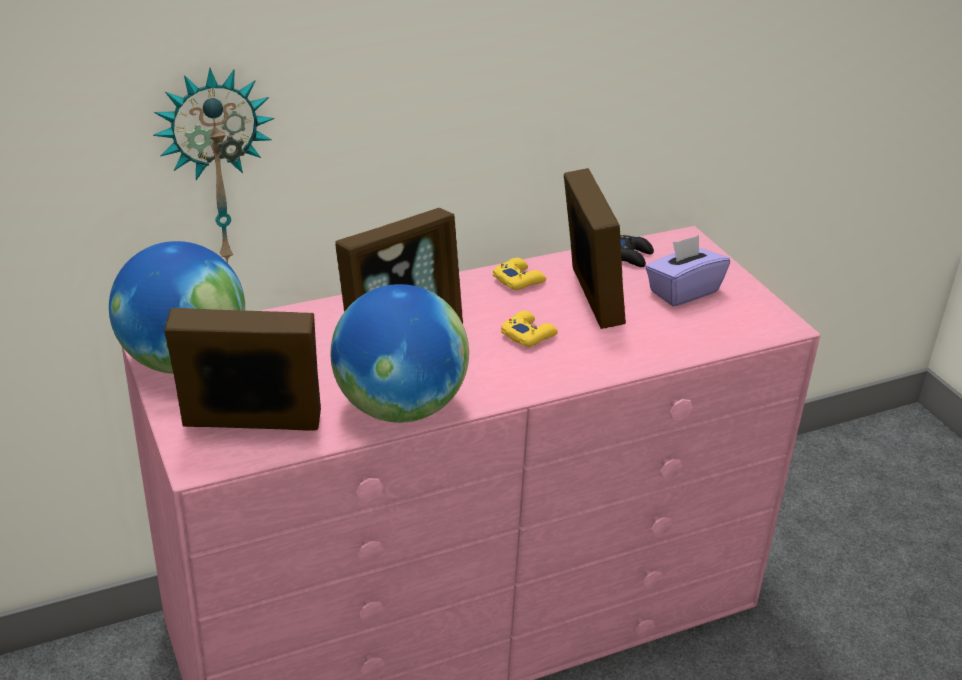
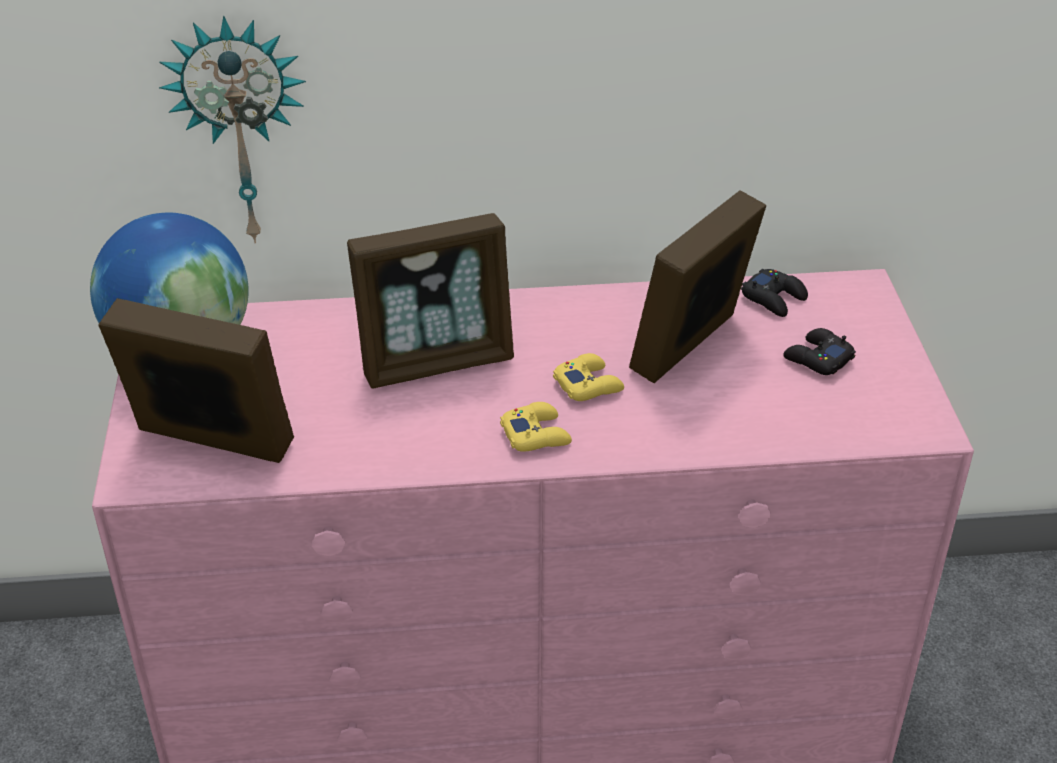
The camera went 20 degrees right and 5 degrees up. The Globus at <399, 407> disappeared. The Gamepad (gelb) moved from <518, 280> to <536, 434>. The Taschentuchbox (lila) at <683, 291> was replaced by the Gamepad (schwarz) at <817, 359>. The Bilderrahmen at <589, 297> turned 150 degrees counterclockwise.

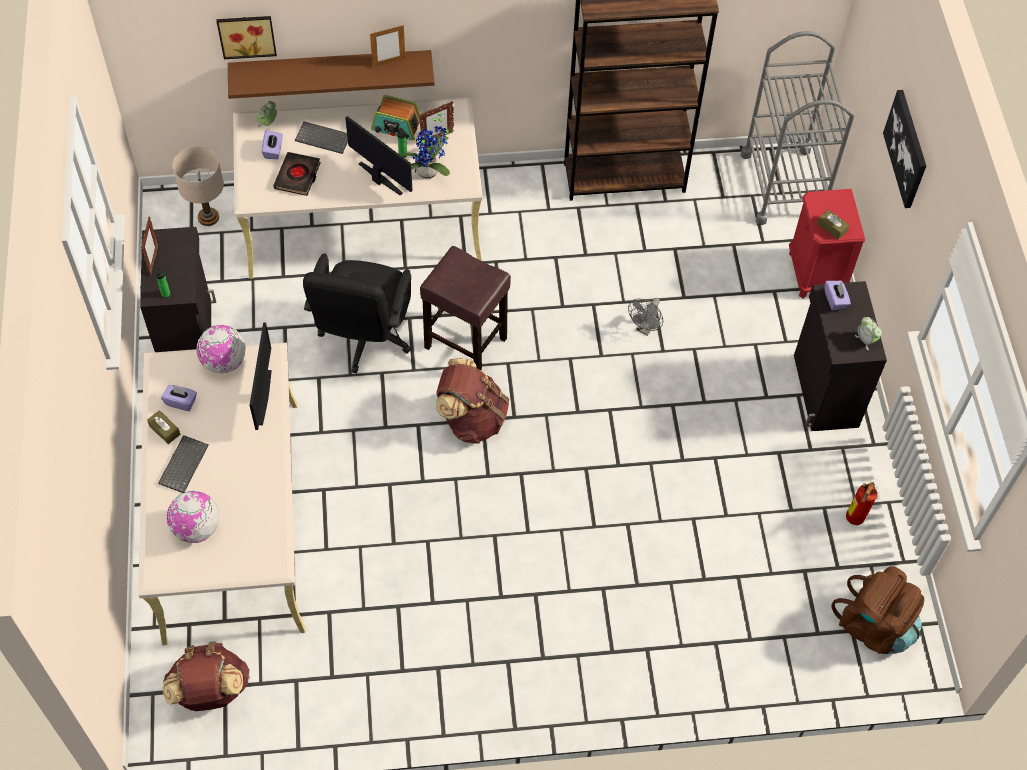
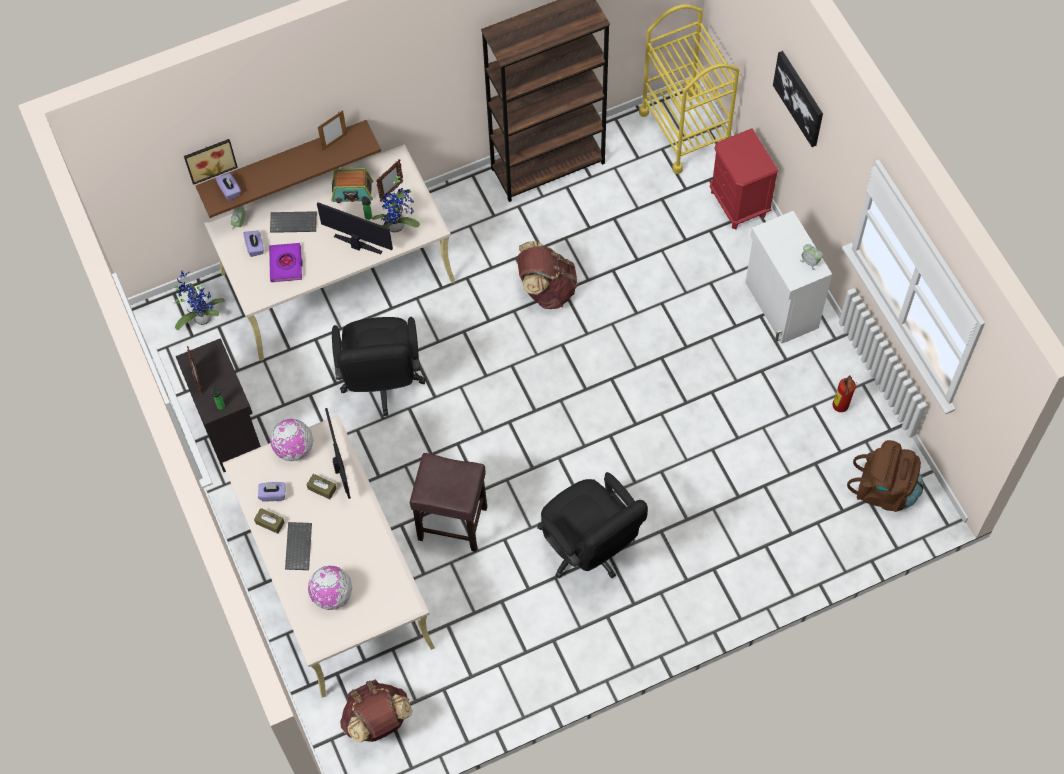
The camera went 15 degrees left and 5 degrees up. The Ventilator (grau) at <645, 328> disappeared. The Bürostuhl (schwarz) at <589, 549> appeared. The Hocker (braun) moved from <467, 343> to <454, 523>. The Rucksack (braun) moved from <472, 419> to <546, 289>. The Taschentuchbox (braun) moved from <832, 228> to <322, 488>. The Taschentuchbox (lila) moved from <835, 300> to <230, 191>. The Tischlampe (beige) at <208, 217> was replaced by the Topfpflanze at <201, 316>. The Buch (schwarz) at <298, 176> became the Buch (lila) at <286, 264>. The Rollwagen (grau) at <783, 185> became the Rollwagen (gelb) at <685, 131>. The Schrank (schwarz) at <824, 391> became the Schrank (weiß) at <780, 306>.

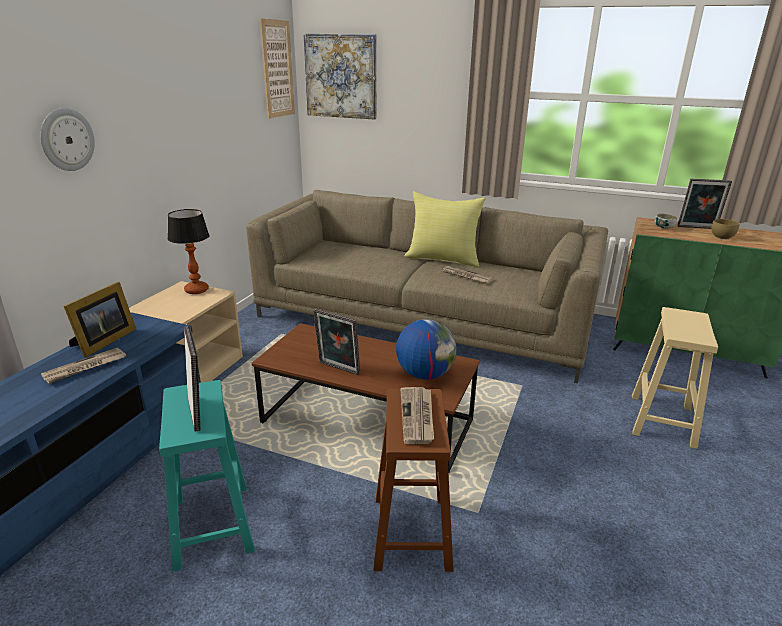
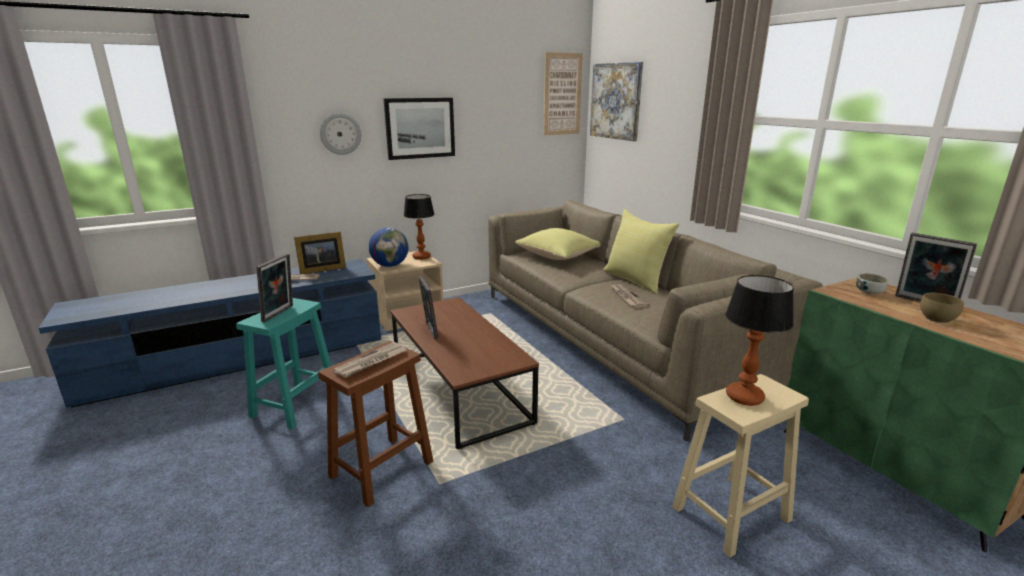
The camera went 40 degrees right and 5 degrees down. The Bild at <420, 128> appeared. The Kissen (gelb) at <559, 257> appeared. The Tischlampe at <744, 397> appeared. The Globus moved from <425, 374> to <390, 265>.

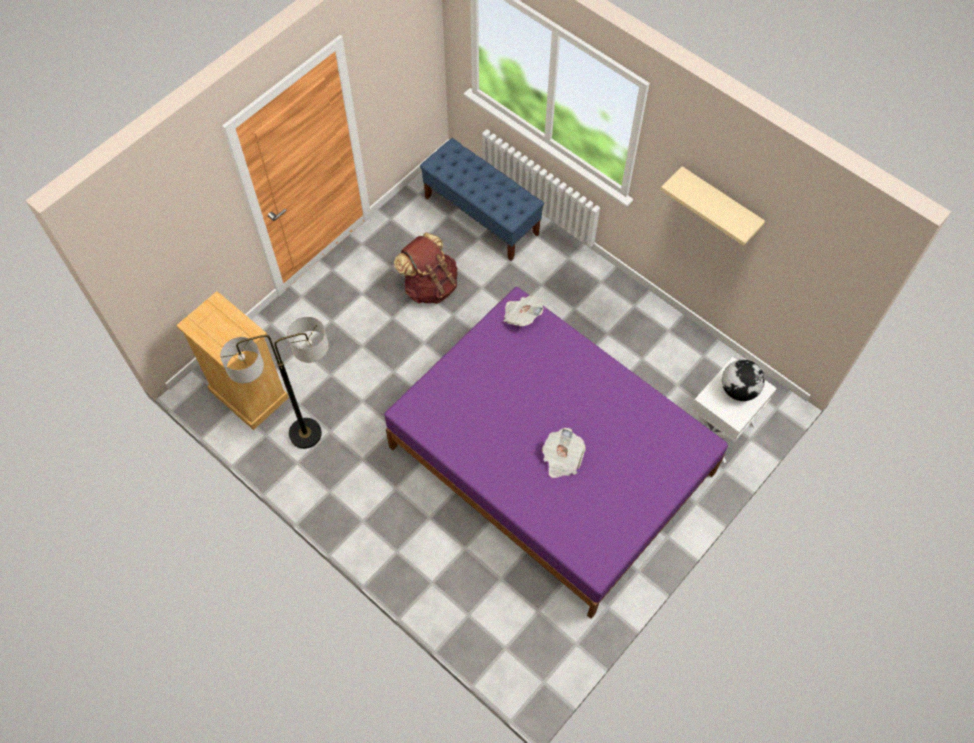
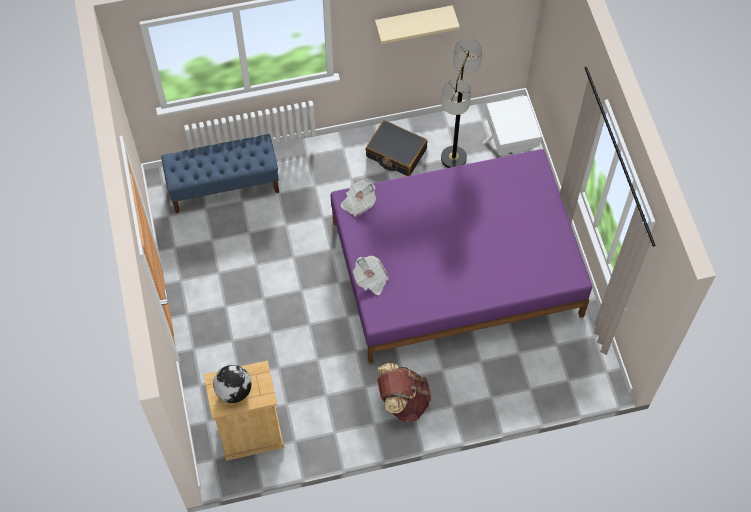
The camera went 55 degrees left and 0 degrees up. The Koffer (schwarz) at <396, 153> appeared. The Stehlampe moved from <305, 434> to <453, 158>. The Rucksack (braun) moved from <430, 286> to <402, 401>. The Zeitung moved from <561, 459> to <371, 280>. The Globus moved from <739, 389> to <234, 390>.

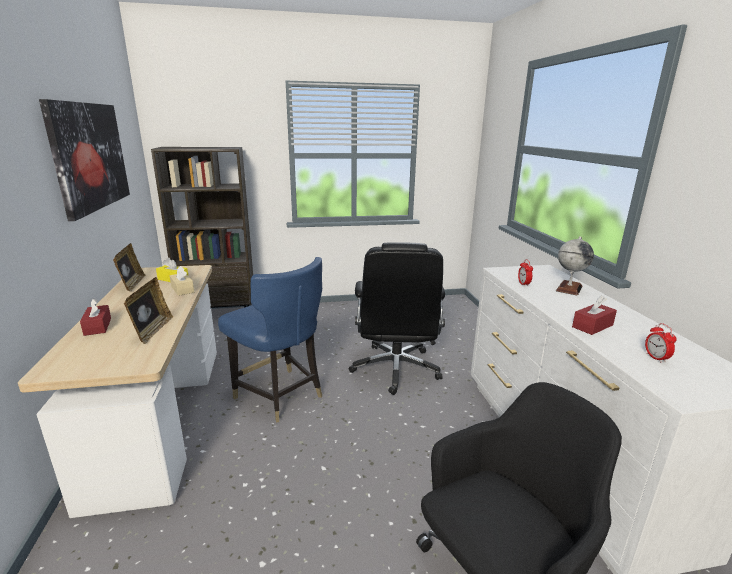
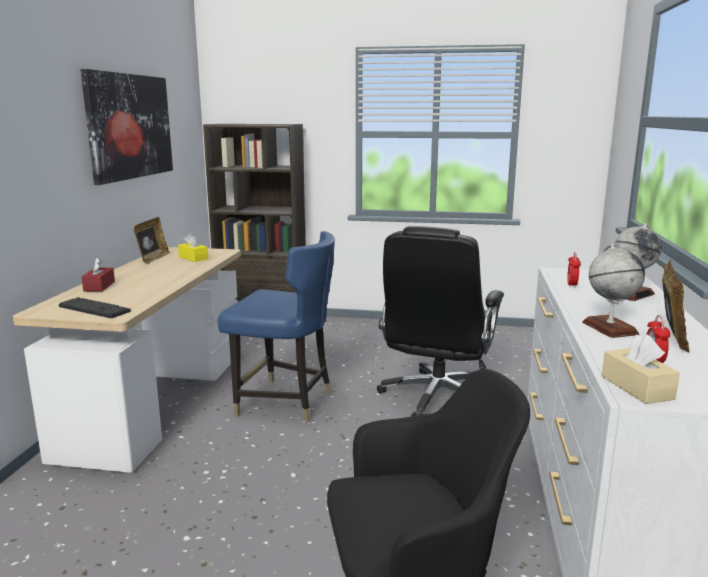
The camera went 20 degrees right and 5 degrees down. The Tastatur at <94, 309> appeared. The Bilderrahmen moved from <152, 331> to <670, 337>. The Taschentuchbox (beige) moved from <182, 289> to <636, 387>. The Taschentuchbox (rot) at <592, 326> was replaced by the Globus at <609, 328>. The Stuhl (blau) at <280, 395> turned 45 degrees counterclockwise.

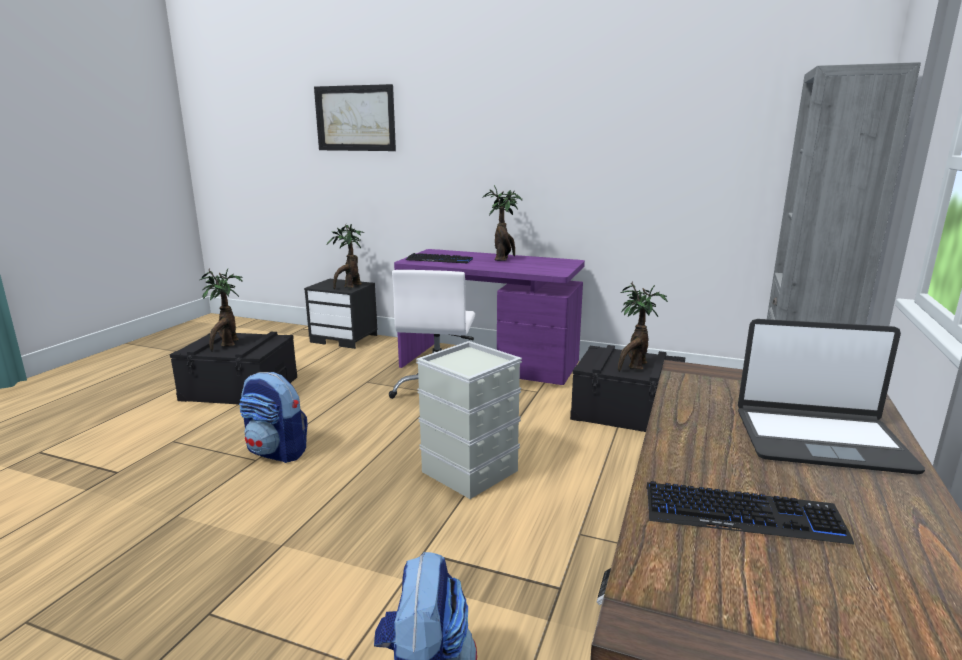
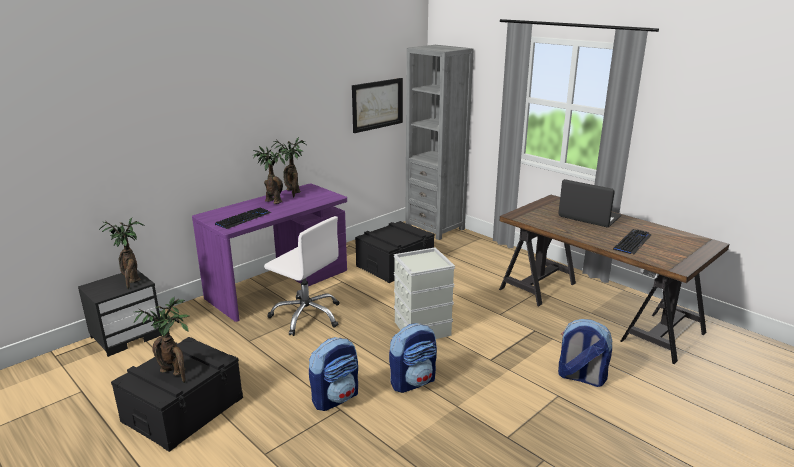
The camera went 65 degrees left and 5 degrees up. The Rucksack at <413, 381> appeared. The Bild moved from <355, 118> to <377, 104>. The Topfpflanze moved from <634, 367> to <293, 192>. The Laptop at <819, 440> turned 90 degrees counterclockwise.

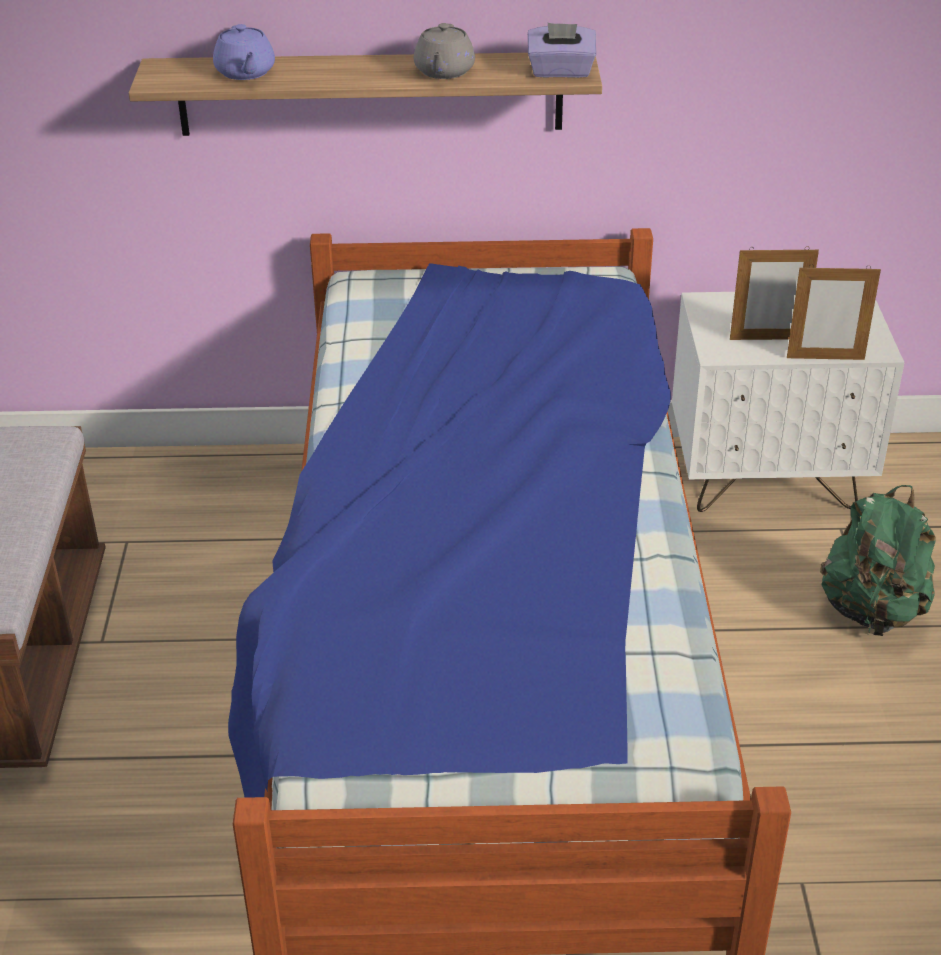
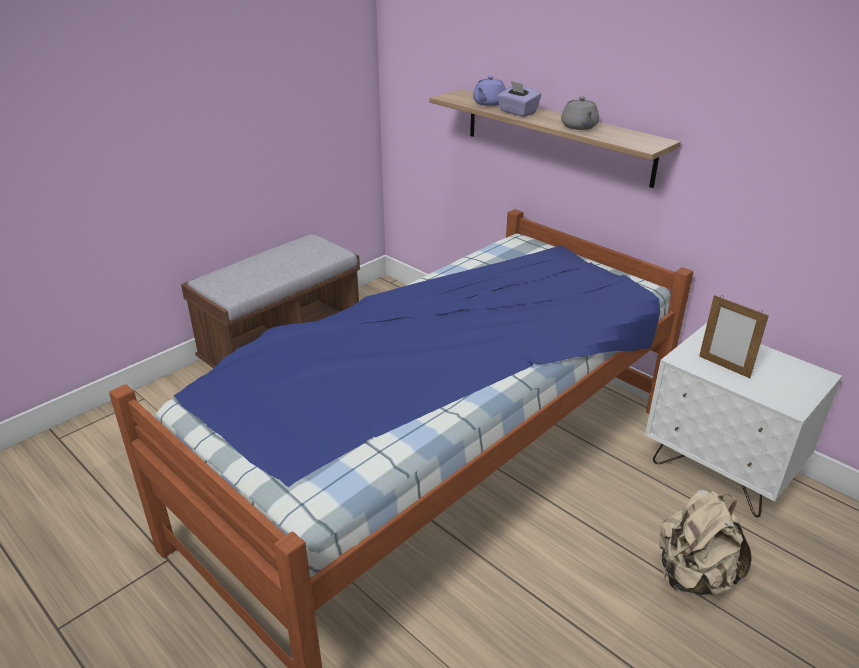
The camera went 45 degrees right and 5 degrees down. The Bilderrahmen at <825, 358> disappeared. The Taschentuchbox (lila) moved from <561, 72> to <517, 112>. The Rucksack (grün) at <872, 611> became the Rucksack (beige) at <693, 576>. The Teekanne (grau) at <444, 72> turned 60 degrees counterclockwise.

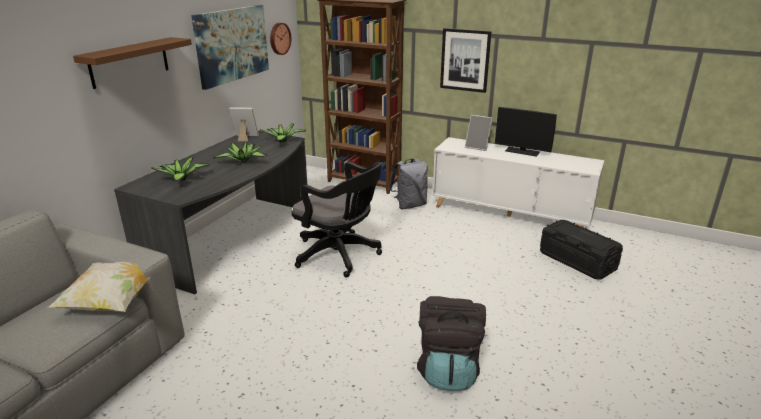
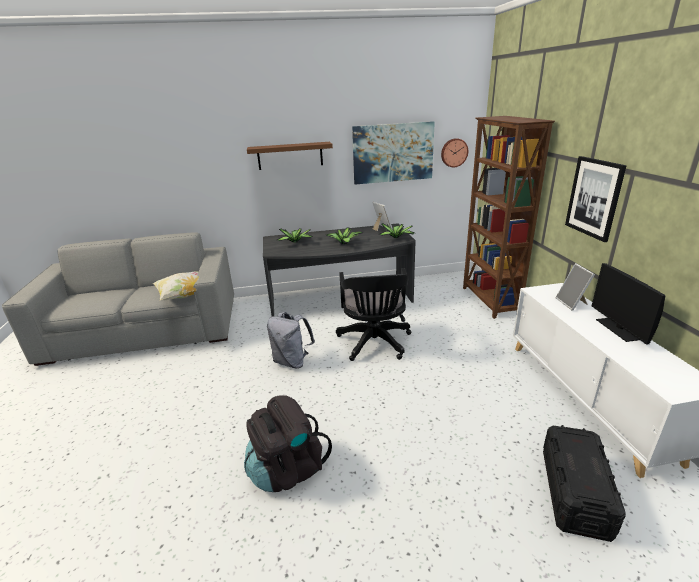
The camera went 55 degrees right and 0 degrees up. The Rucksack (grau) moved from <409, 205> to <292, 361>.

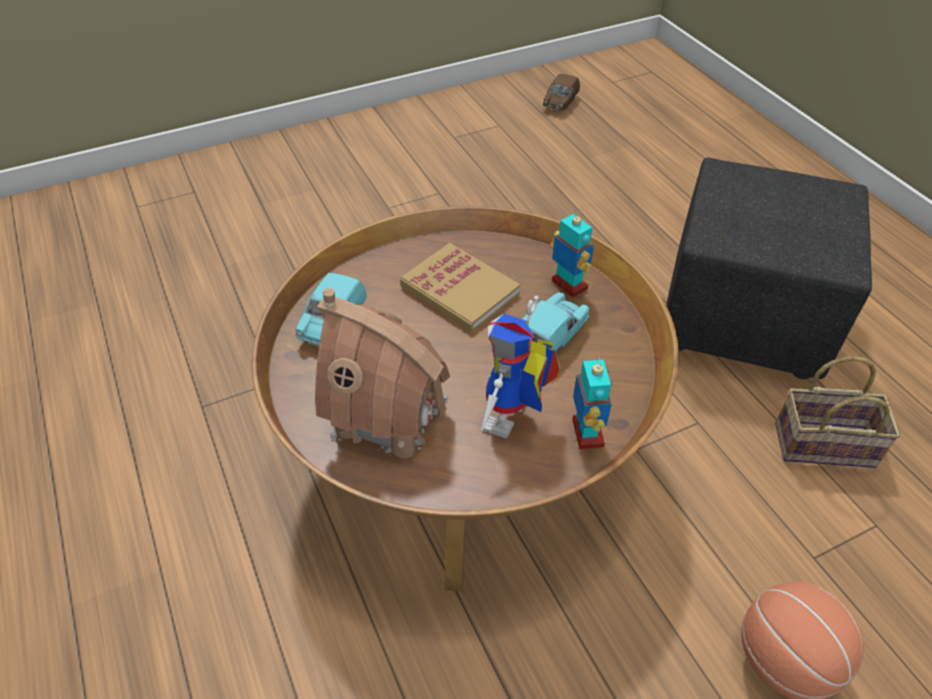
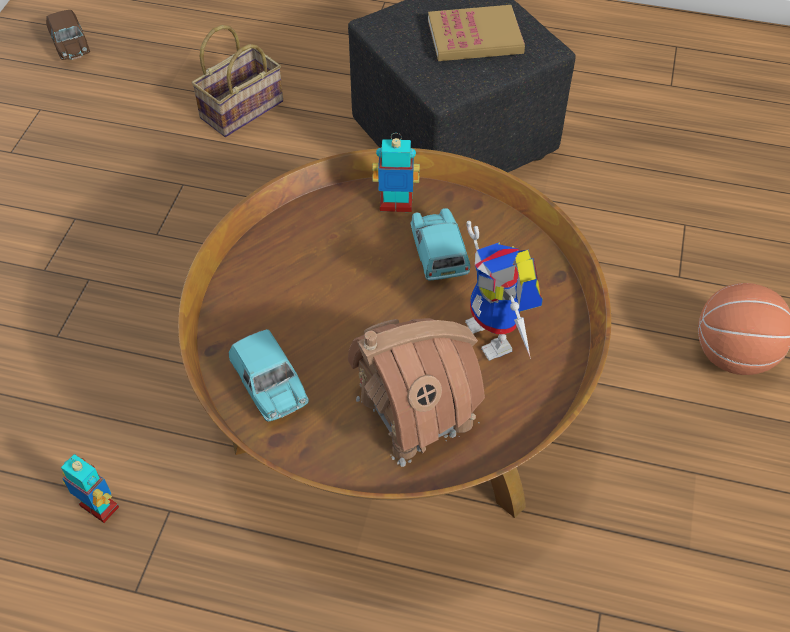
The camera went 50 degrees left and 5 degrees up. The Buch moved from <459, 290> to <475, 37>. The Spielzeugroboter moved from <586, 433> to <99, 507>. The Korb moved from <826, 443> to <242, 108>.

